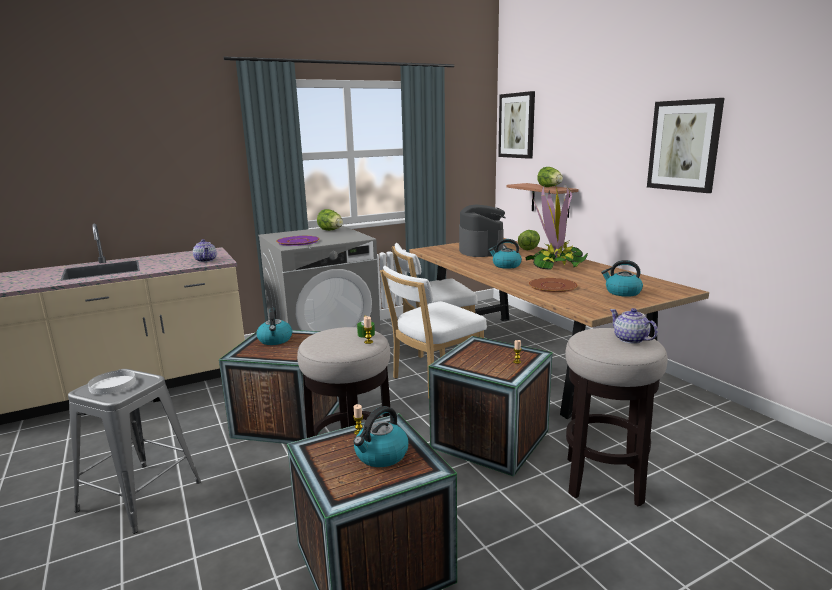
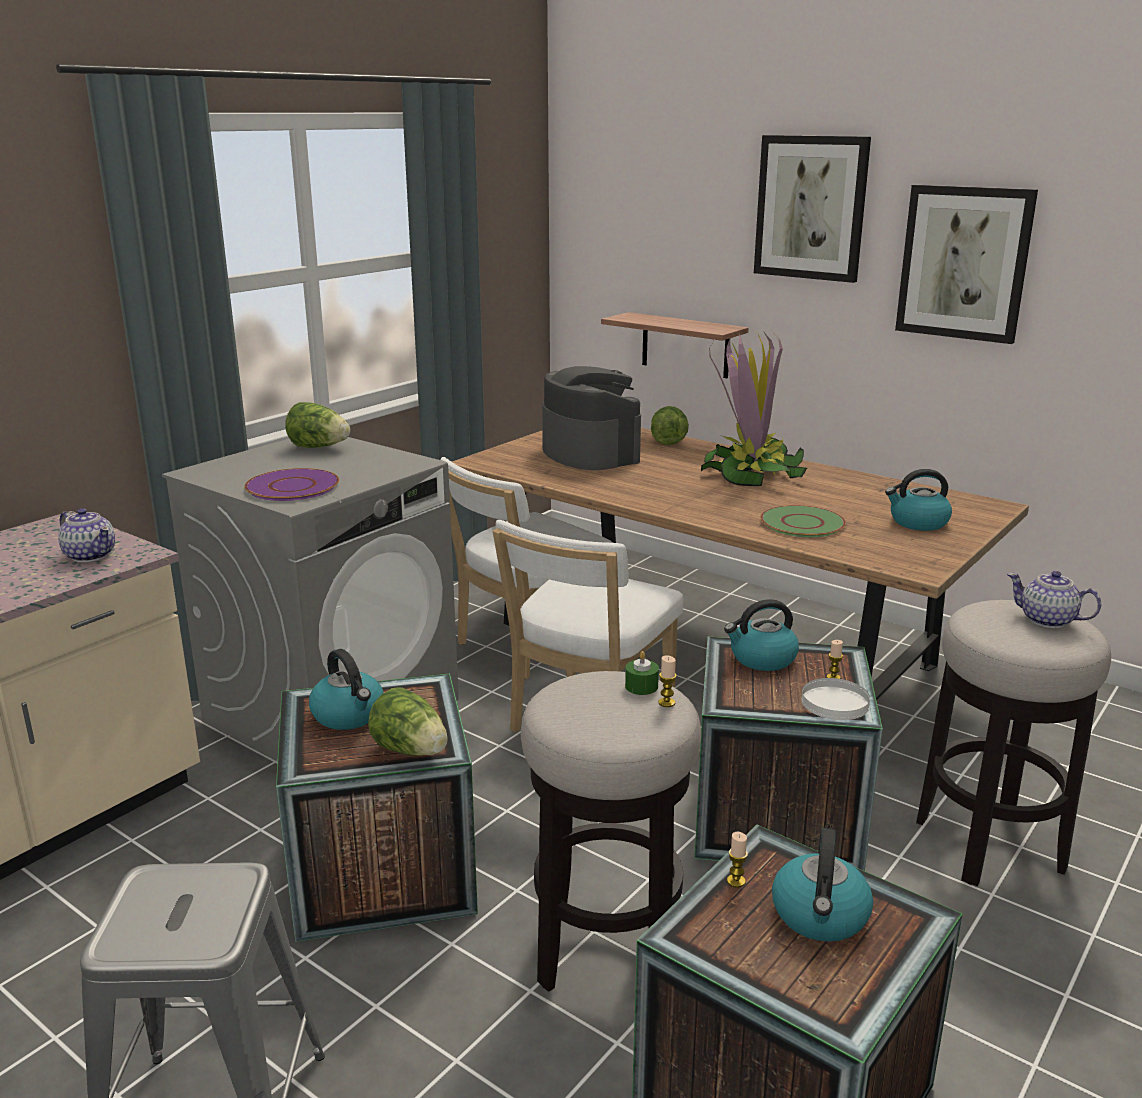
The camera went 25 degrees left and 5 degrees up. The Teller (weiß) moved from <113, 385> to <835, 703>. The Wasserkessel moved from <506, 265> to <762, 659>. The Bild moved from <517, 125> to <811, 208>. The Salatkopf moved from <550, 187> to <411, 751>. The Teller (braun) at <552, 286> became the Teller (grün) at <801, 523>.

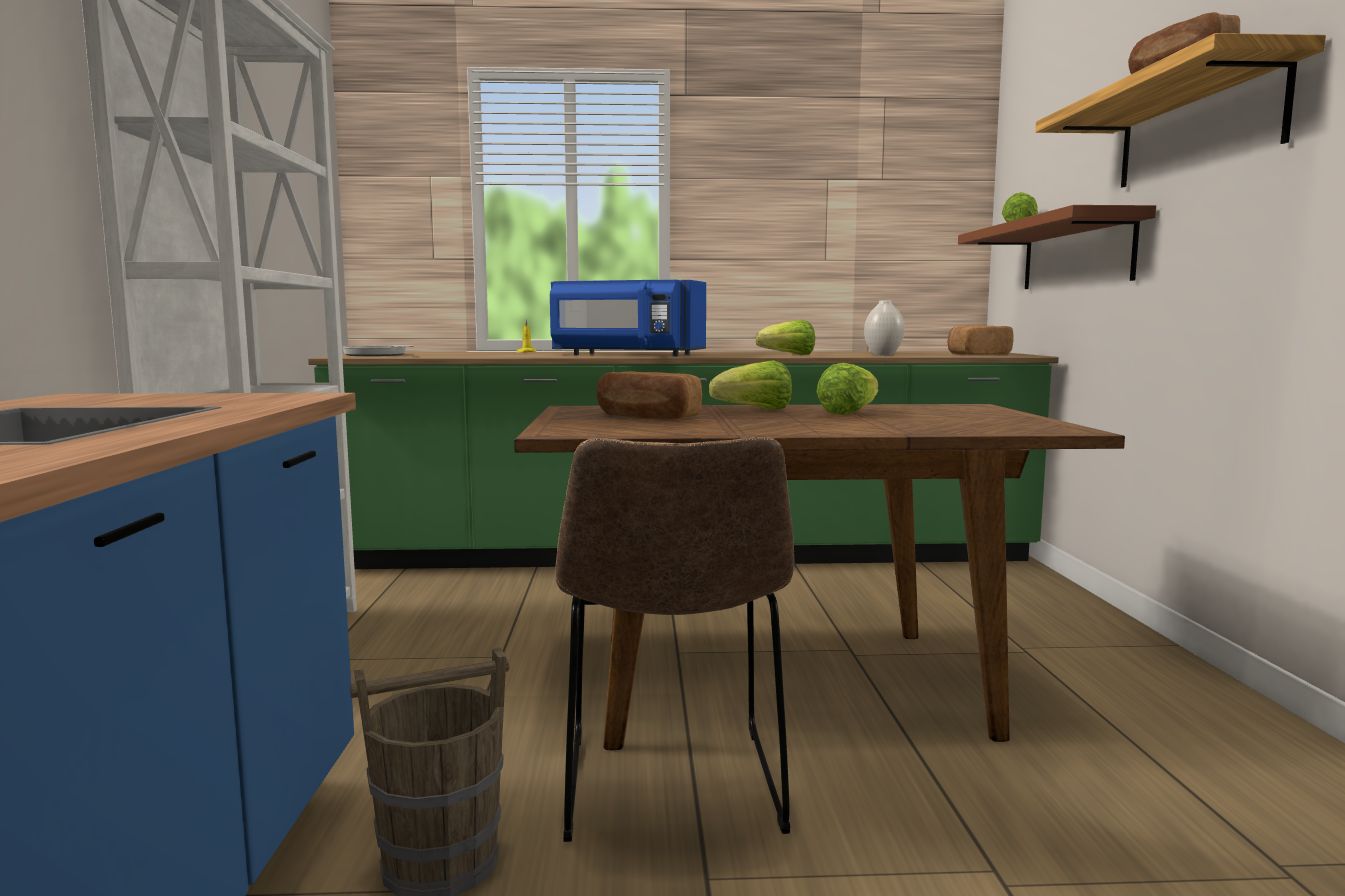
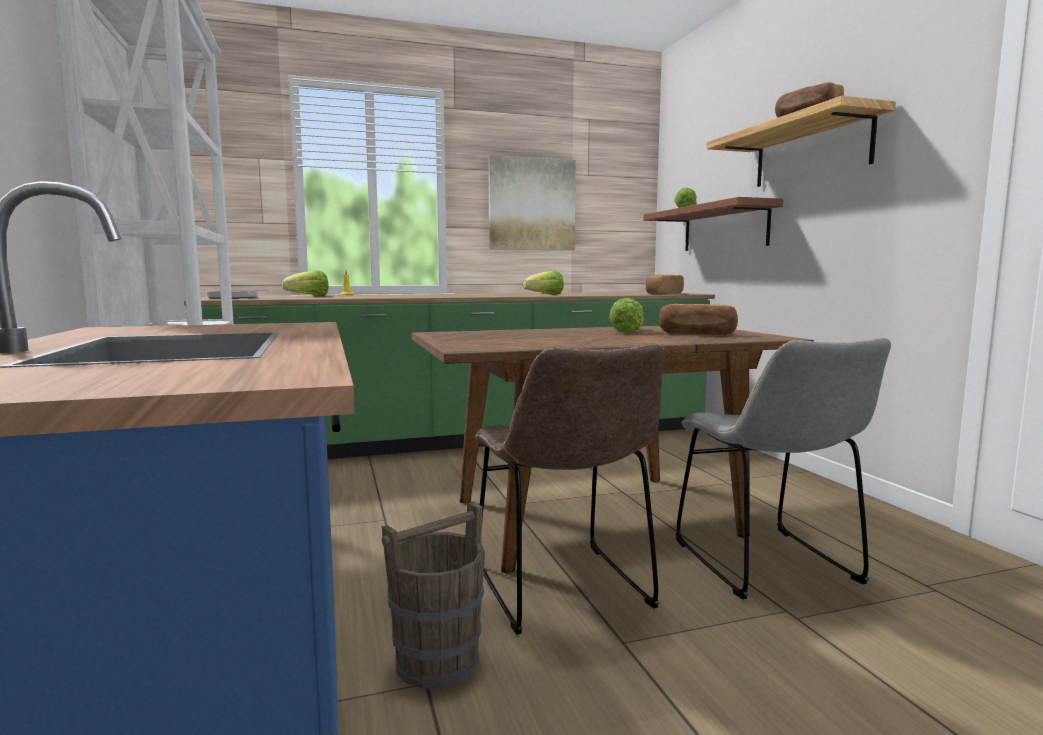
The camera went 15 degrees left and 0 degrees up. The Mikrowelle (blau) at <625, 355> disappeared. The Vase (weiß) at <883, 355> disappeared. The Bild at <531, 204> appeared. The Stuhl (grau) at <770, 566> appeared. The Brot moved from <646, 417> to <697, 334>. The Salatkopf moved from <755, 410> to <309, 296>.

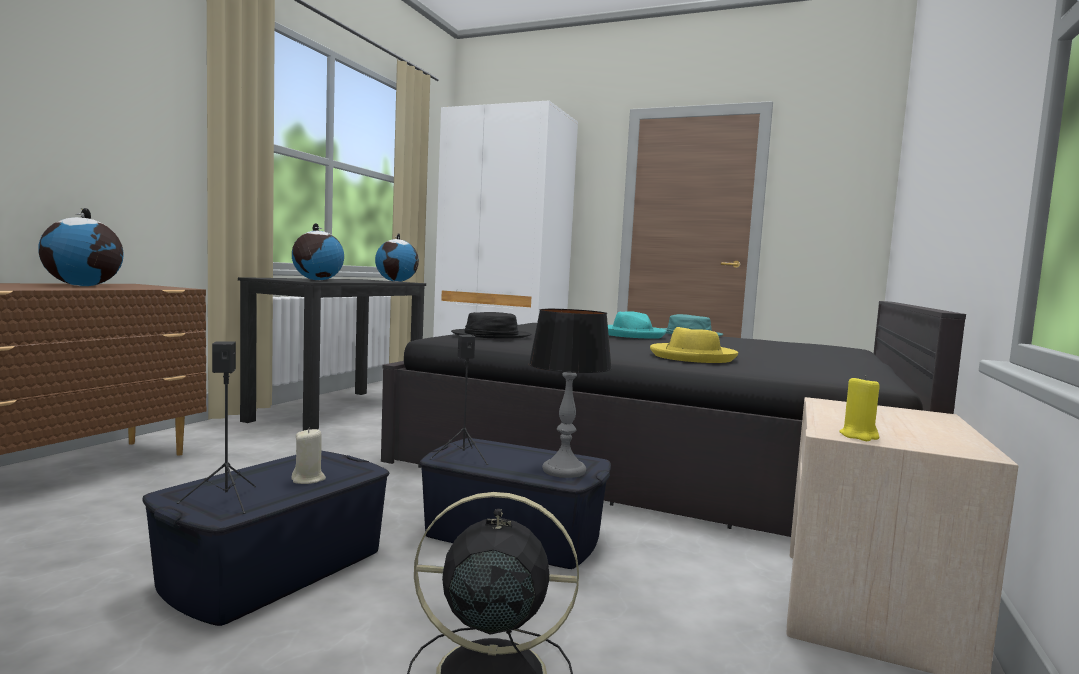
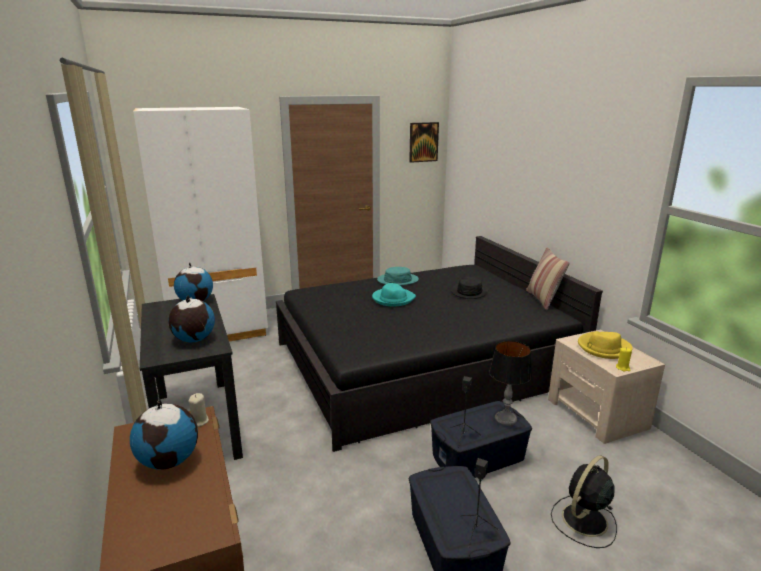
The camera went 45 degrees left and 15 degrees up. The Bild at <423, 142> appeared. The Kissen at <543, 299> appeared. The Kerze (beige) moved from <308, 479> to <199, 421>. The Hut (schwarz) moved from <491, 335> to <469, 291>. The Hut (gelb) moved from <692, 357> to <603, 348>.

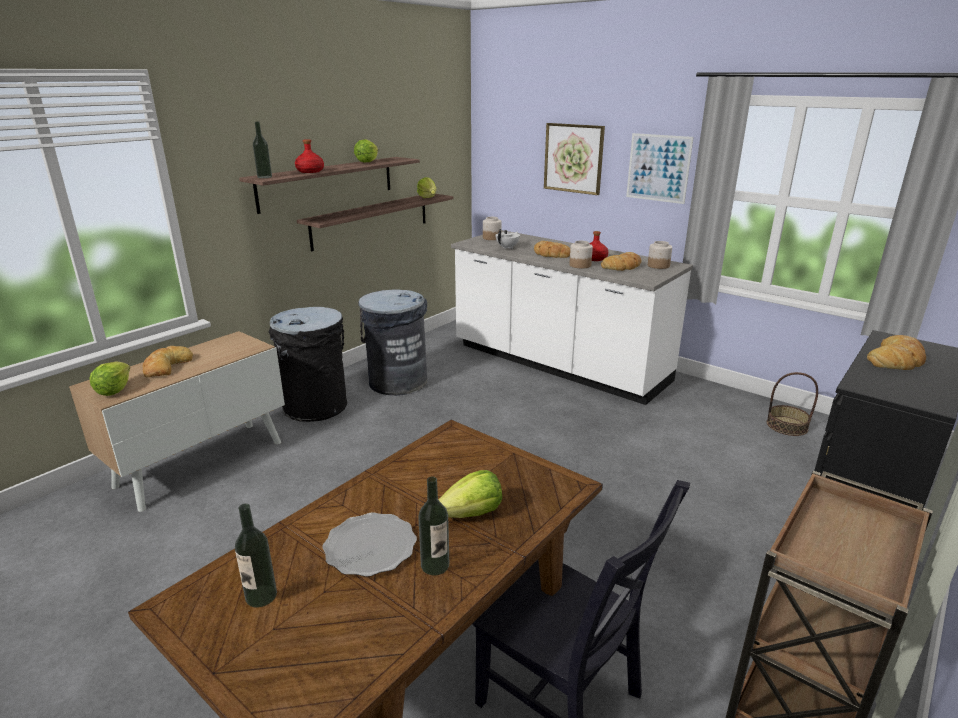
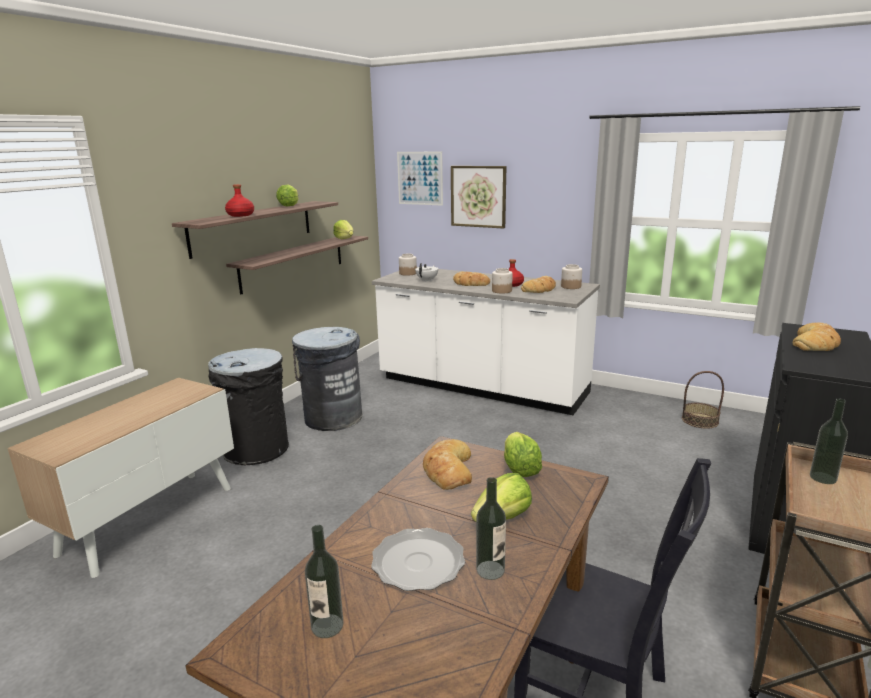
The camera went 10 degrees left and 5 degrees down. The Salatkopf moved from <114, 390> to <519, 468>. The Brot moved from <166, 366> to <448, 470>. The Flasche moved from <264, 177> to <823, 478>. The Bild moved from <658, 168> to <420, 178>.

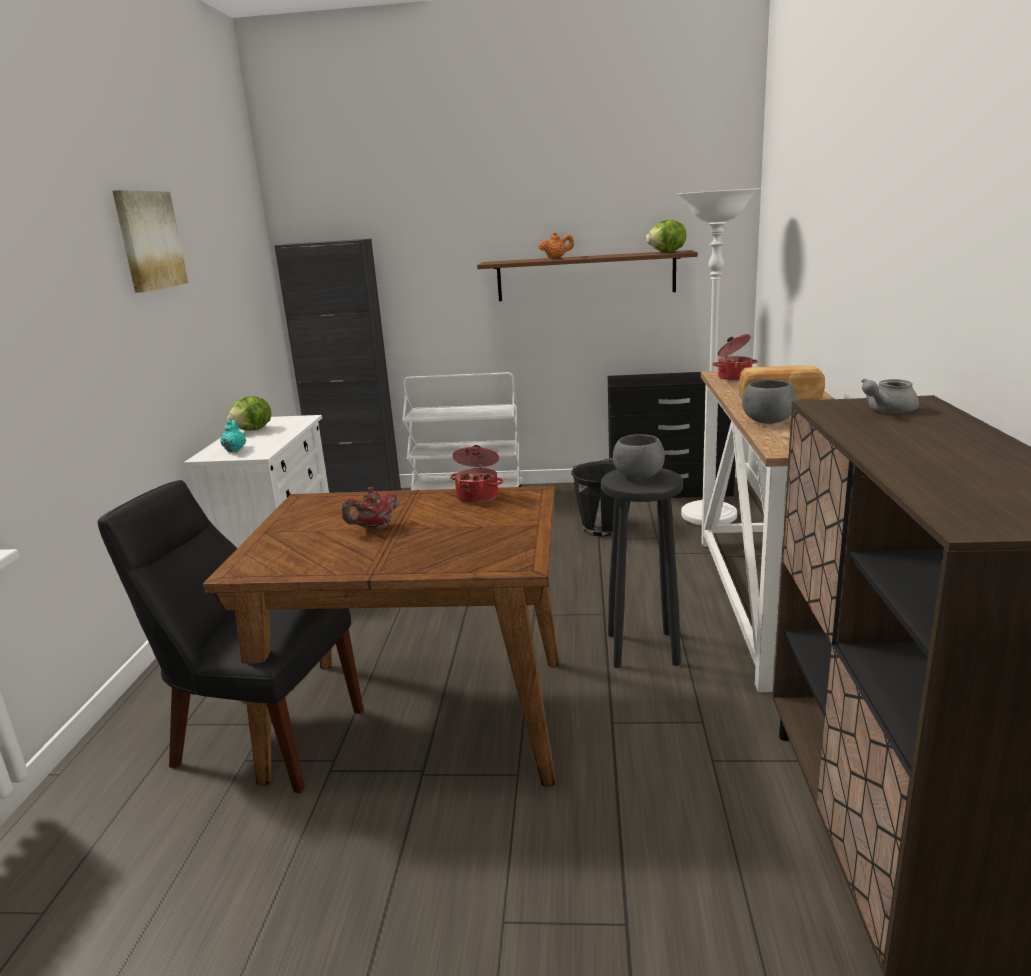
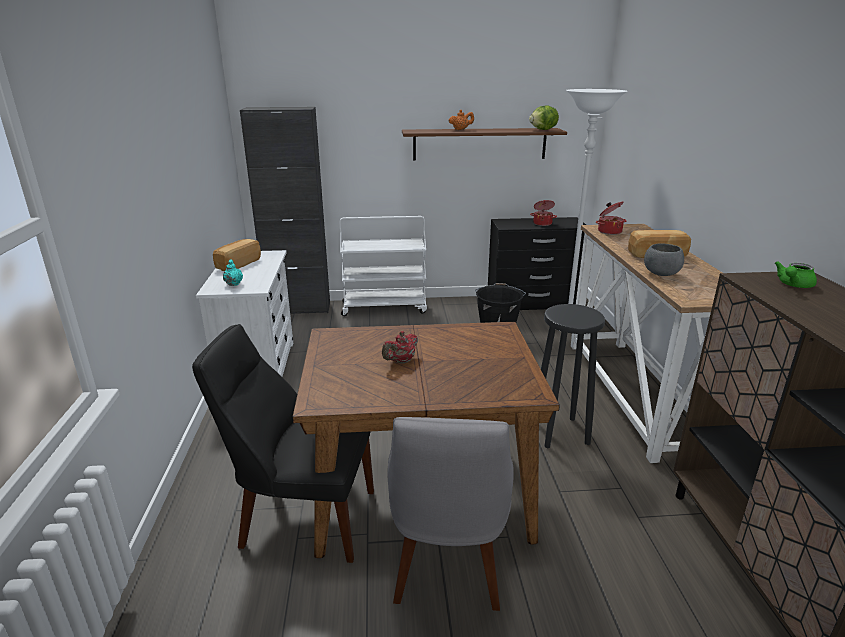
The camera went 10 degrees left and 5 degrees up. The Bild at <149, 240> disappeared. The Schüssel (grau) at <639, 476> disappeared. The Stuhl (grau) at <447, 560> appeared. The Kochtopf moved from <478, 496> to <542, 223>. The Salatkopf at <253, 430> was replaced by the Brot at <237, 264>. The Teekanne (grau) at <885, 410> became the Teekanne (grün) at <793, 285>.

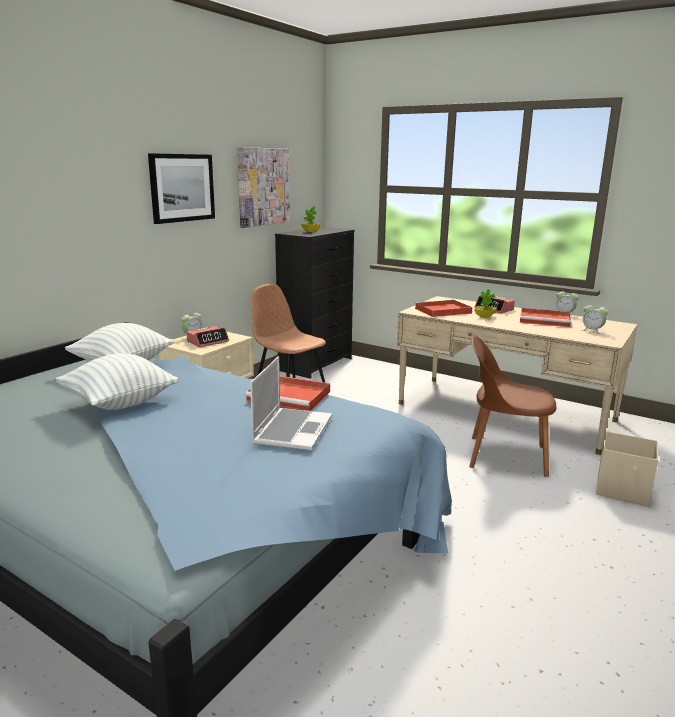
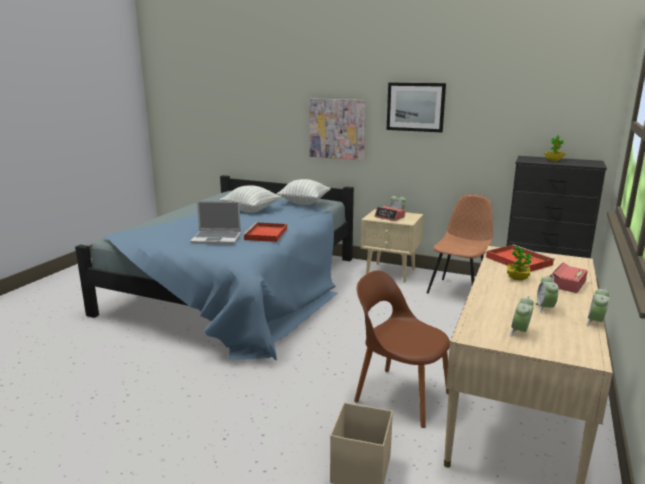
The camera went 80 degrees right and 0 degrees up. The Bild moved from <263, 187> to <337, 129>. The Tablett (rot) at <545, 320> was replaced by the Wecker at <545, 308>. The Stuhl (braun) at <504, 456> turned 60 degrees counterclockwise.

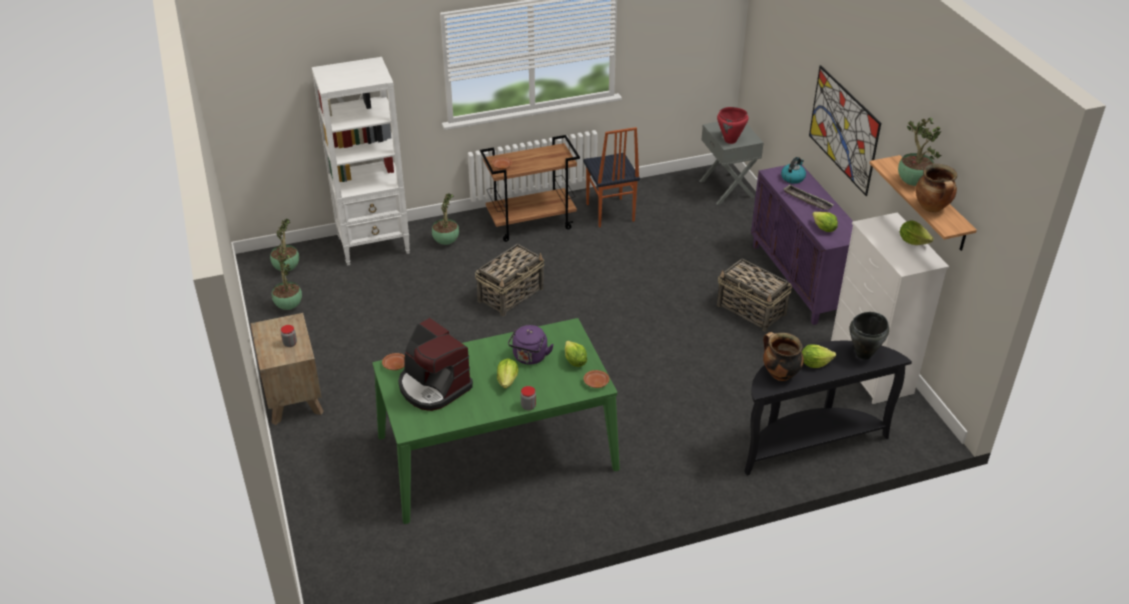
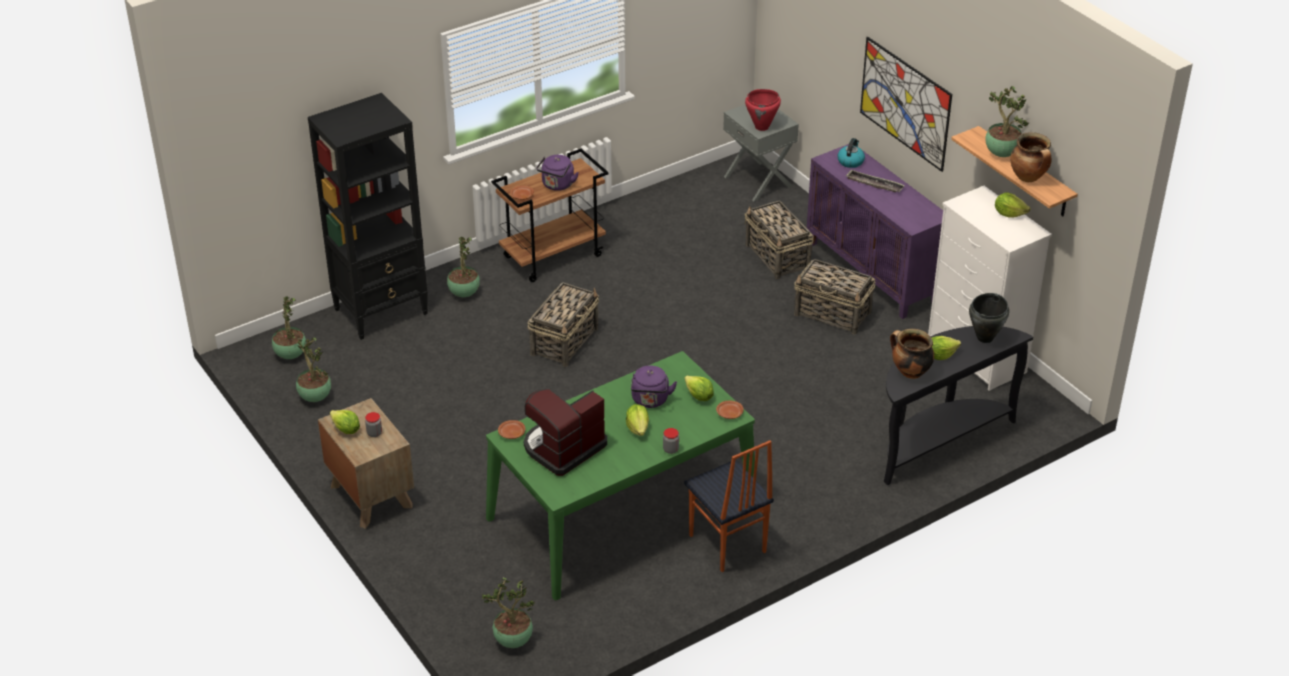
The camera went 15 degrees left and 0 degrees up. The Topfpflanze at <512, 641> appeared. The Wasserkessel (lila) at <557, 185> appeared. The Korb at <777, 257> appeared. The Stuhl moved from <609, 213> to <726, 544>. The Salatkopf moved from <824, 229> to <346, 430>. The Bücherregal (weiß) at <374, 245> became the Bücherregal (schwarz) at <382, 311>. The Kaffeemaschine at <433, 386> turned 105 degrees clockwise.

